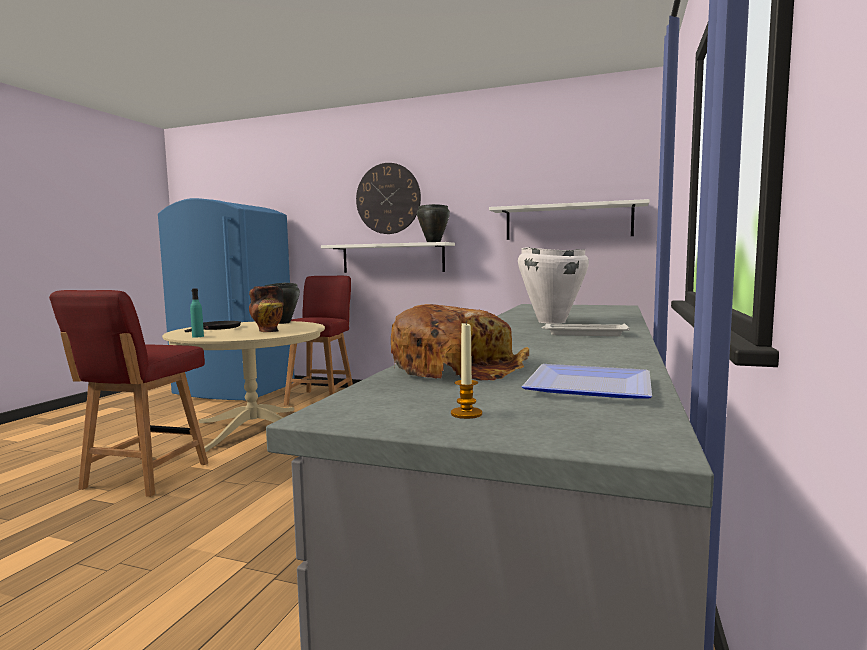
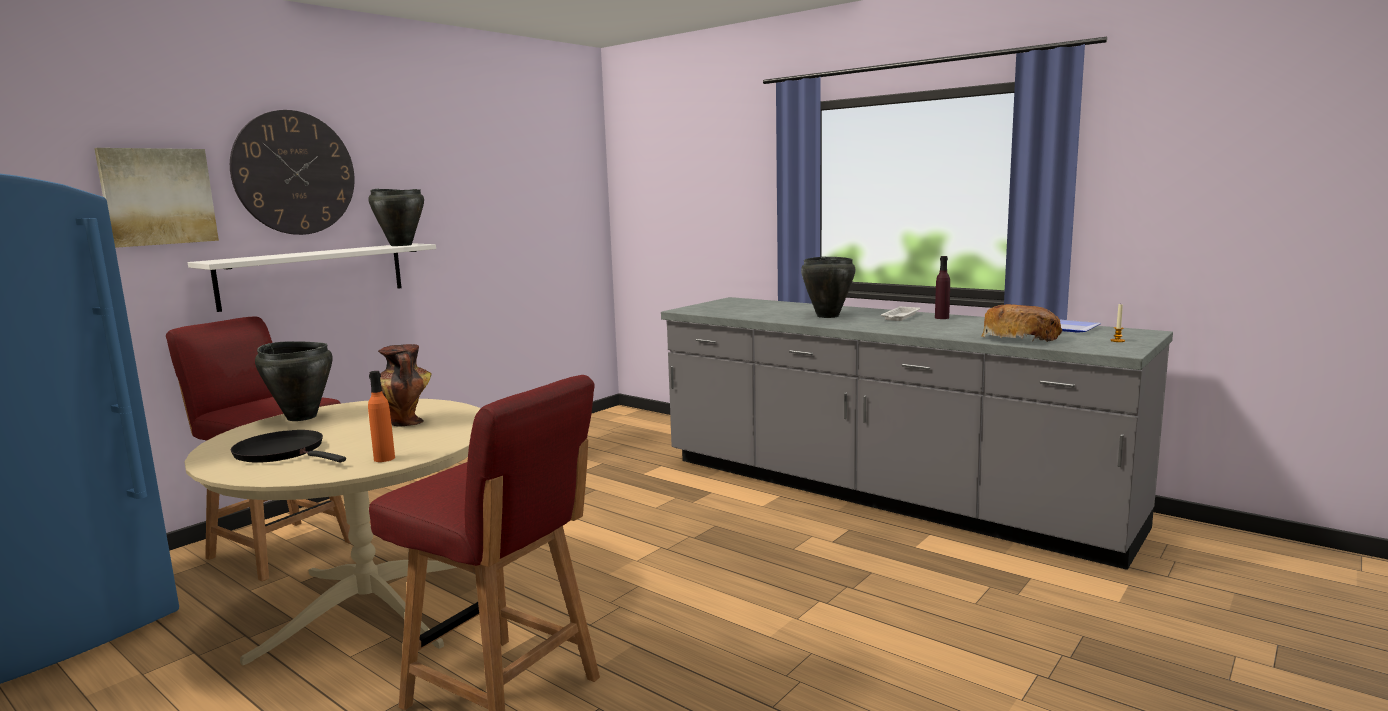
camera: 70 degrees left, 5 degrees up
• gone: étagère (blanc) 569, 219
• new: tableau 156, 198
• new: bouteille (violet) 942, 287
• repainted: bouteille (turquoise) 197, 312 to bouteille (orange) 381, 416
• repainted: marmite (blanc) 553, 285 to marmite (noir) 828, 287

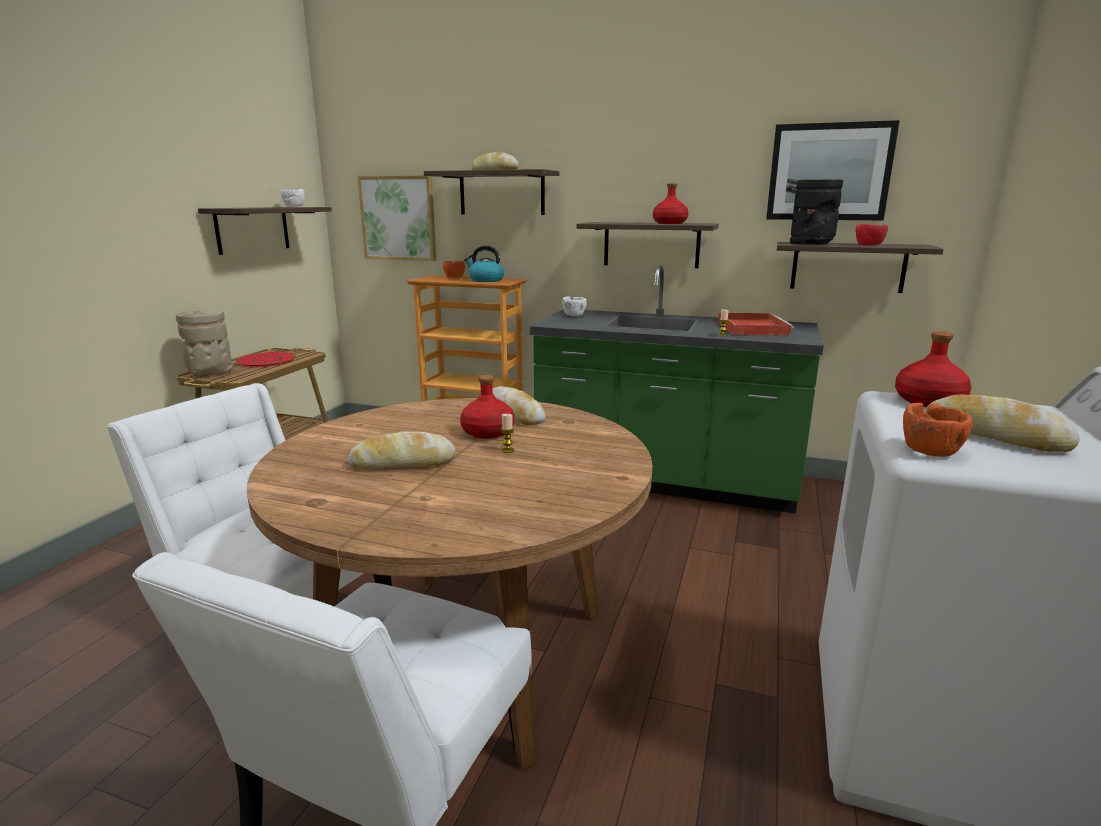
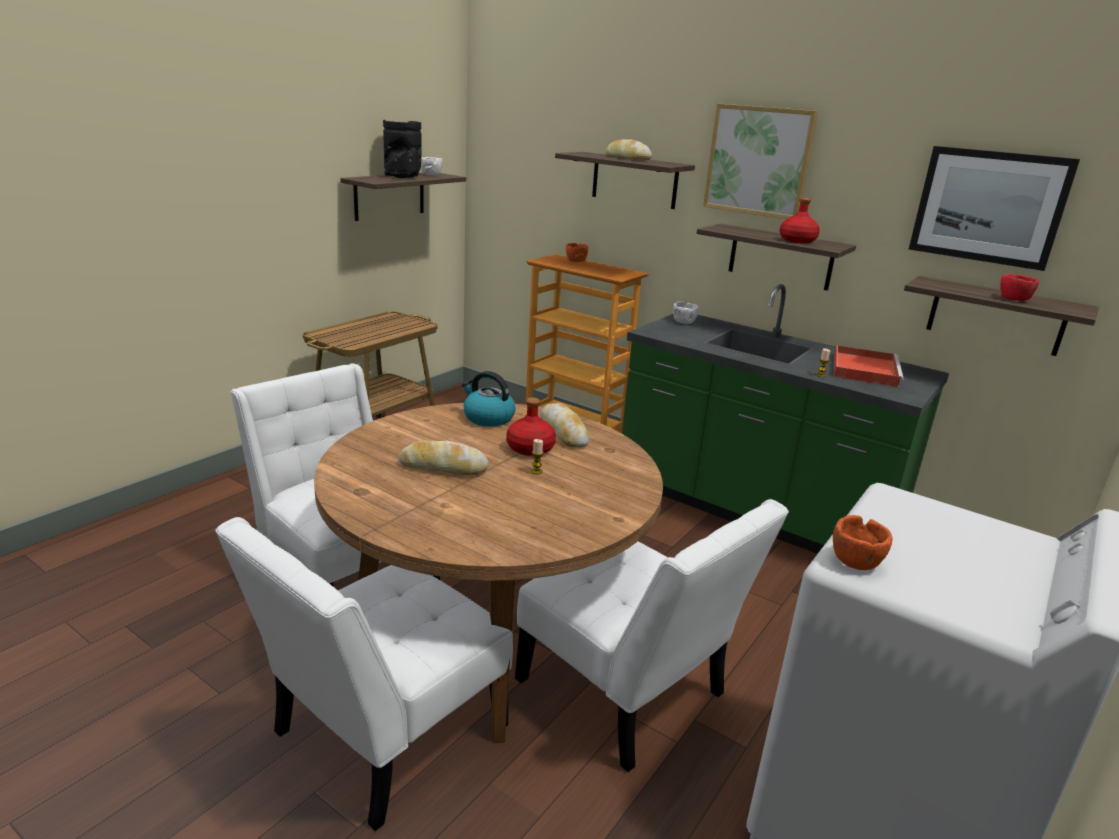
camera: 15 degrees right, 5 degrees up
• gone: vase (beige) 204, 342
• gone: assiette (rouge) 266, 359
• gone: bouteille (rouge) 933, 369
• gone: pain 1002, 423
• new: chaise (blanc) 652, 635
• shifted: tableau 396, 218 to 760, 161
• shifted: bouilloire 484, 264 to 489, 399
• shifted: vase (noir) 816, 212 to 402, 149

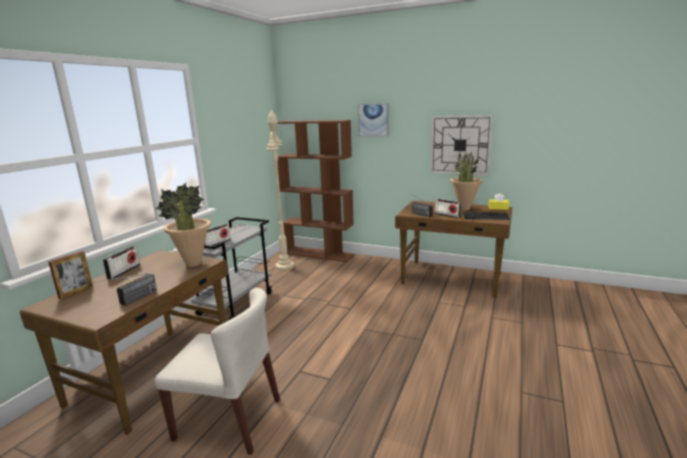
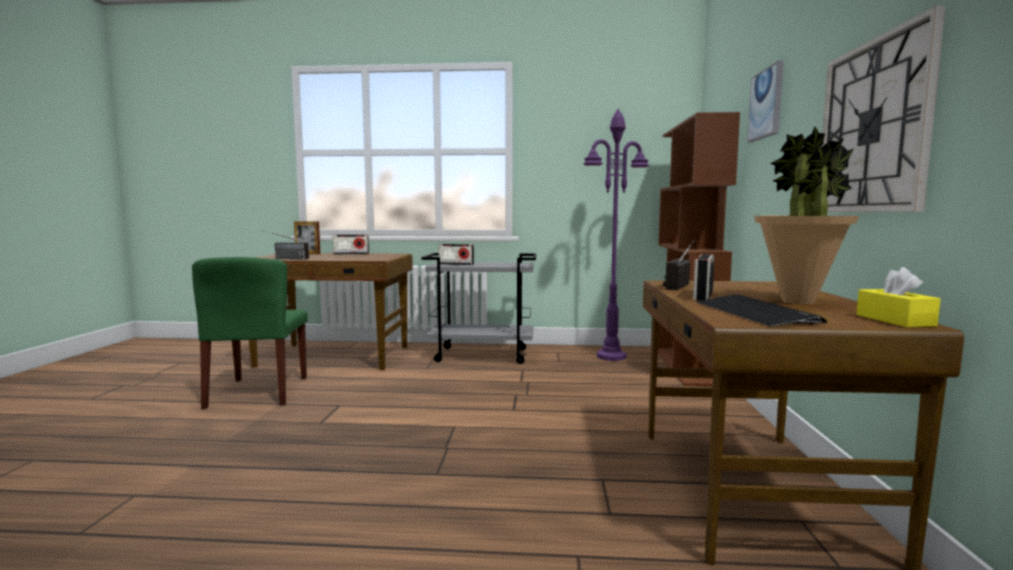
camera: 70 degrees right, 10 degrees down
• gone: plante en pot 183, 225
• repainted: chaise (beige) 217, 371 to chaise (vert) 250, 333
• repainted: lampadaire (beige) 280, 189 to lampadaire (violet) 616, 235

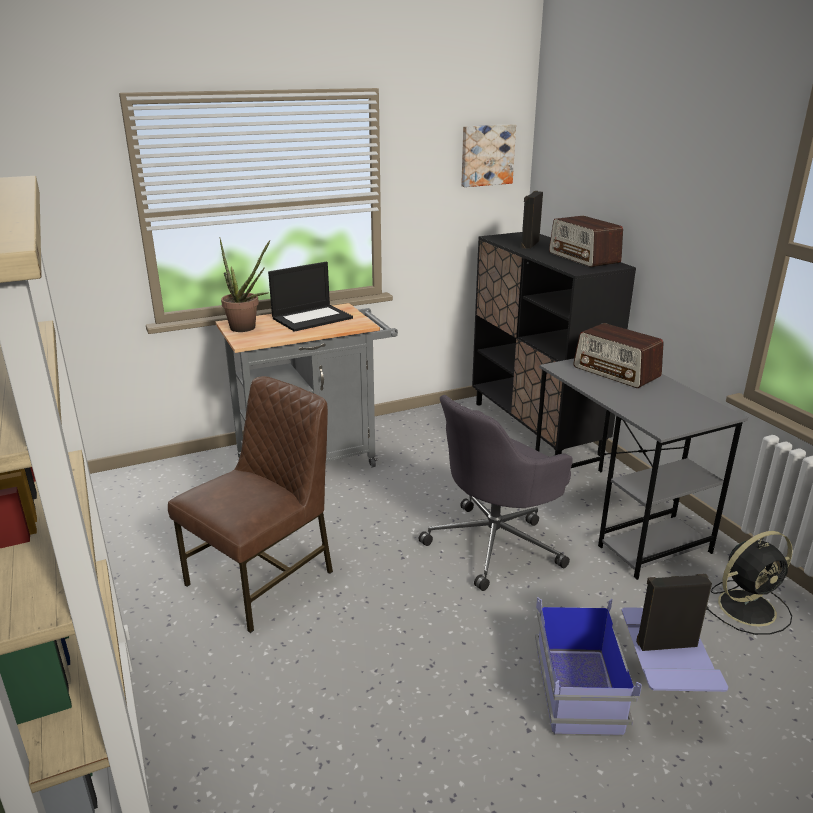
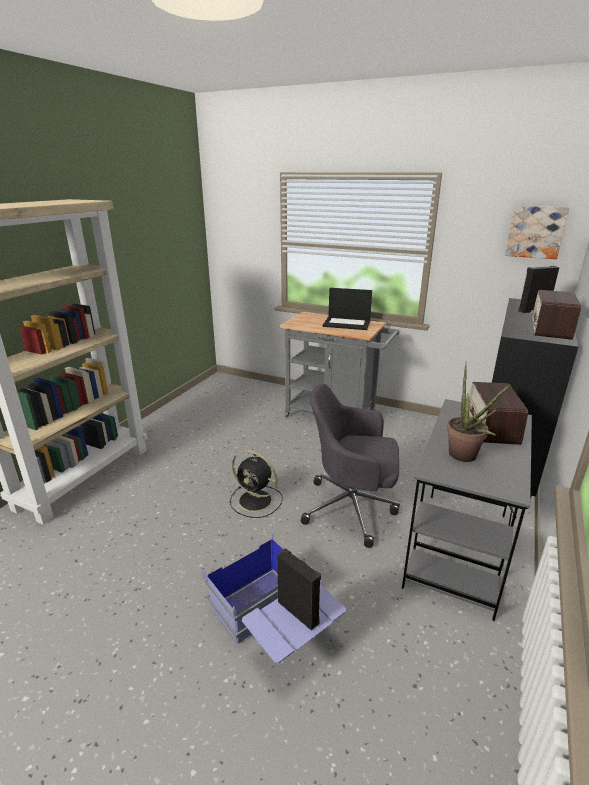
camera: 50 degrees right, 0 degrees up
• gone: chaise (marron) 250, 504
• shifted: plante en pot 244, 284 to 479, 411
• shifted: ventilateur (noir) 749, 583 to 256, 484

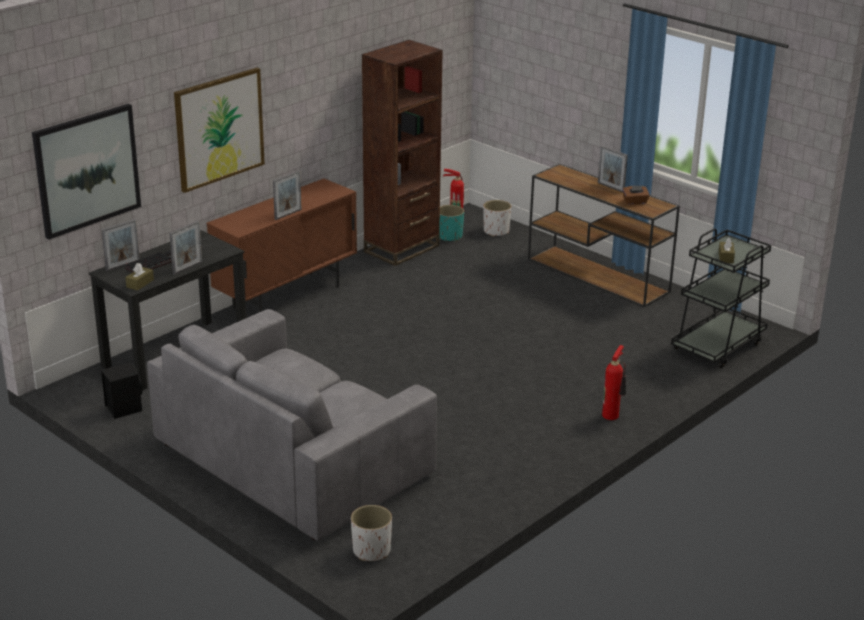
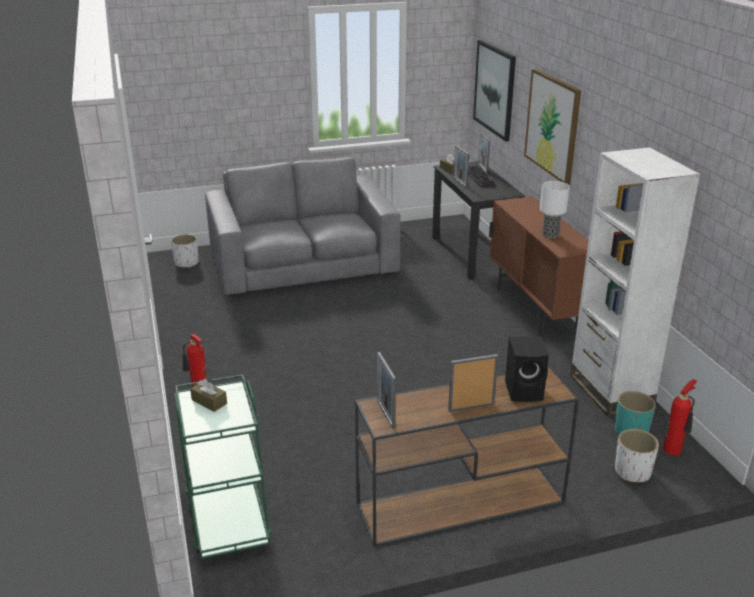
camera: 120 degrees right, 0 degrees up
• gone: boîte à mouchoirs (marron) 636, 195
• new: lampe de table 555, 209
• shifted: enceinte (noir) 121, 390 to 527, 369
• shifted: cadre photo 287, 195 to 386, 390
• repainted: bibliothèque (marron) 402, 153 to bibliothèque (blanc) 635, 282
• repainted: chariot (noir) 721, 298 to chariot (vert) 222, 467

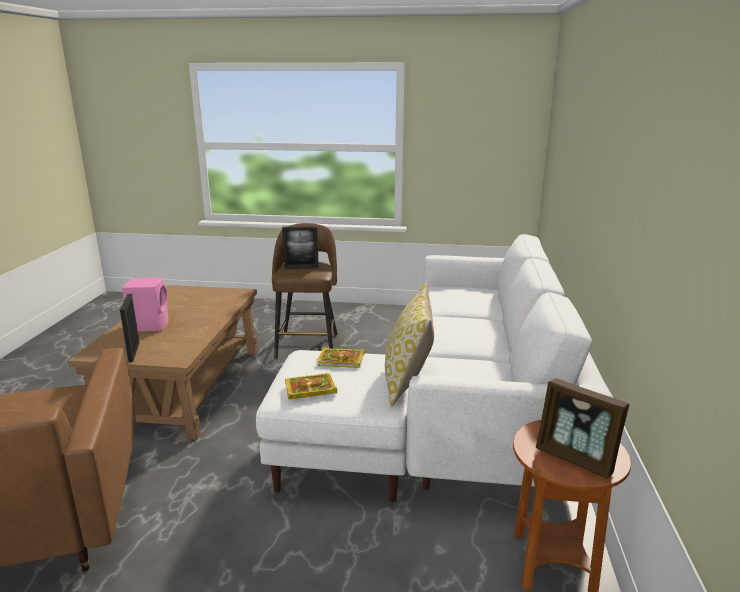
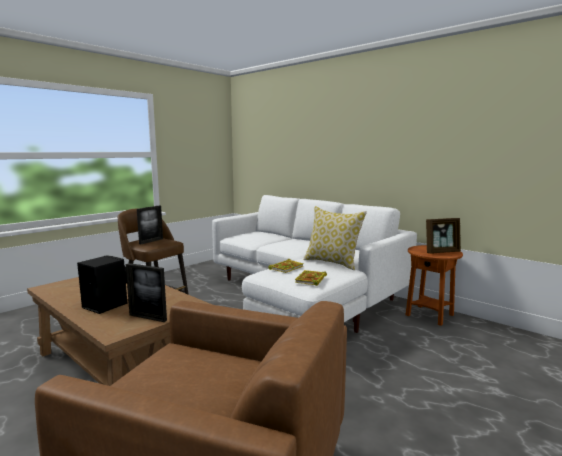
camera: 55 degrees left, 10 degrees down
• repainted: enceinte (rose) 145, 304 to enceinte (noir) 102, 284

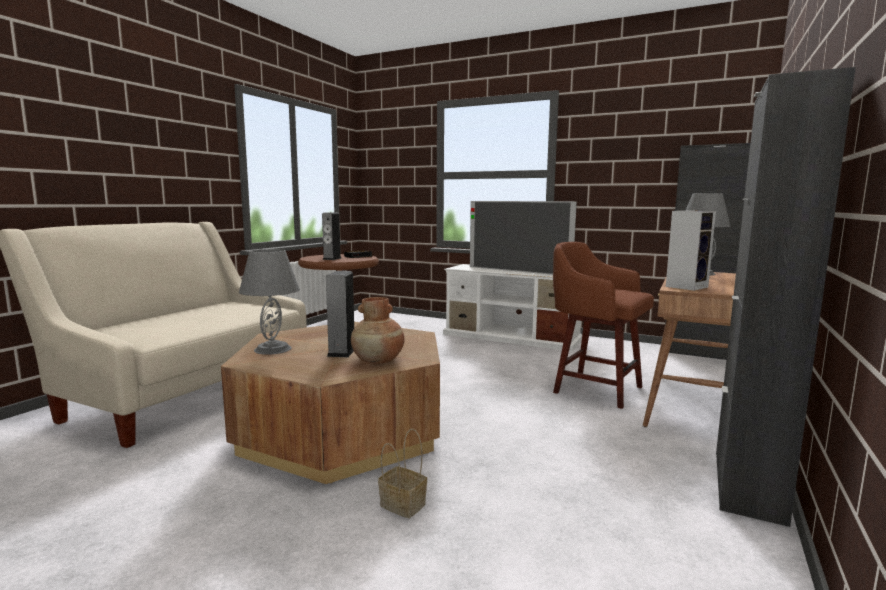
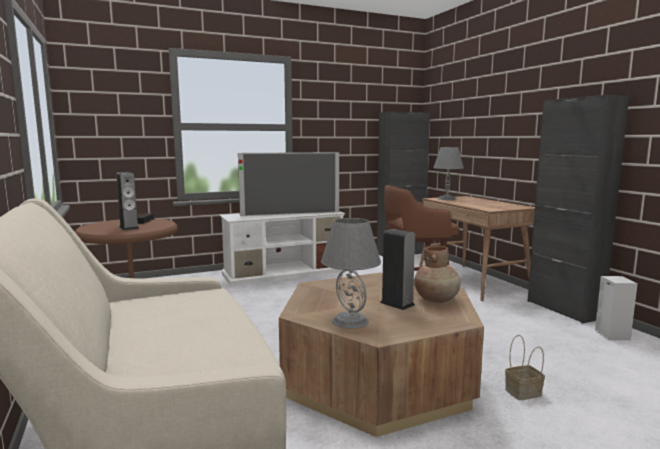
camera: 50 degrees left, 0 degrees up
• shifted: enceinte 691, 251 to 616, 308

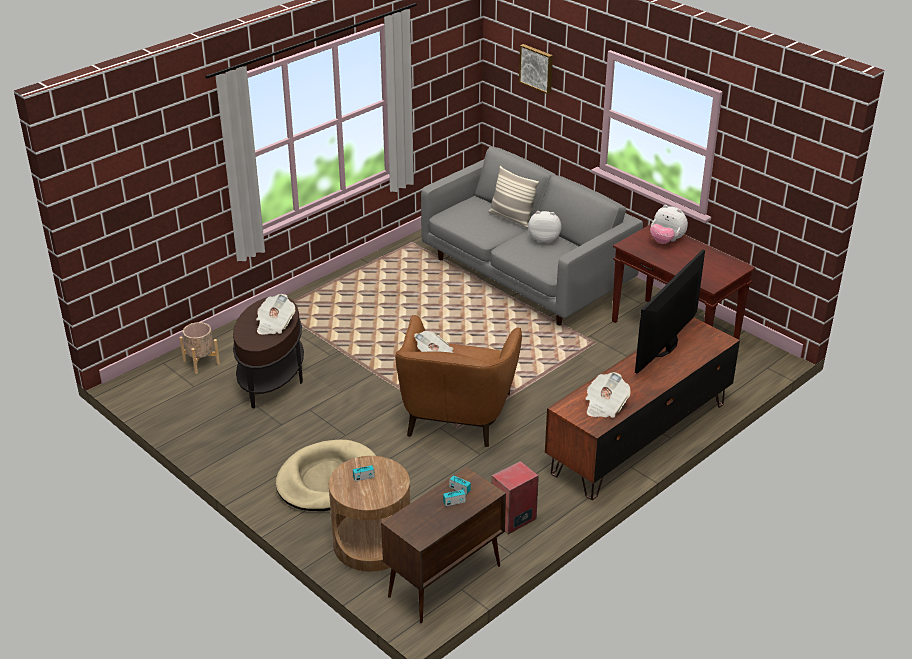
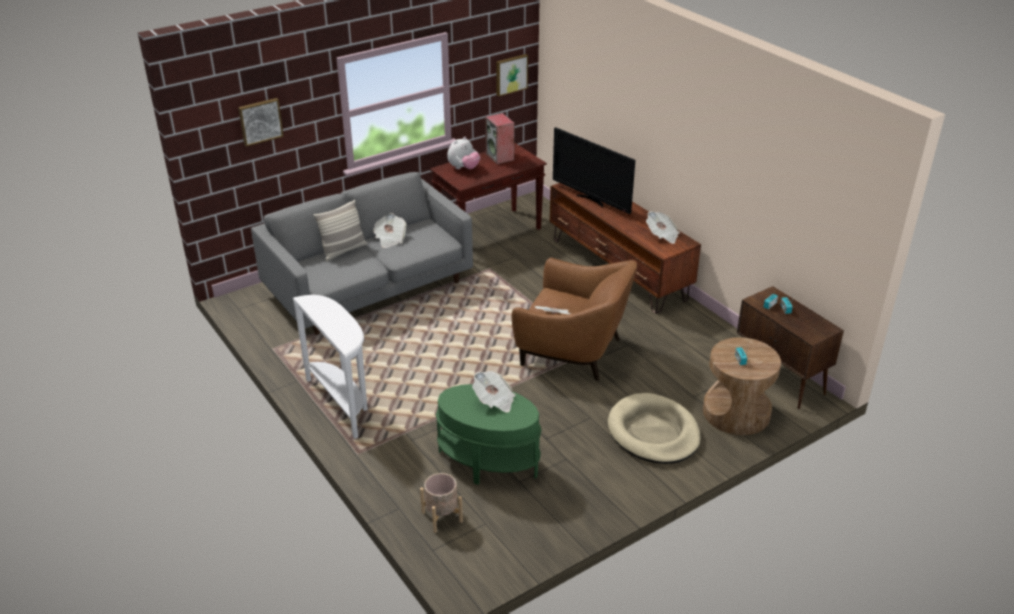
camera: 80 degrees left, 0 degrees up
• new: table console (blanc) 330, 367
• new: tableau 512, 75
• shifted: enceinte 515, 497 to 499, 138
• swapped: peluche 544, 227 to journal 390, 230
• repainted: table d'appoint (marron) 268, 352 to table d'appoint (vert) 488, 434

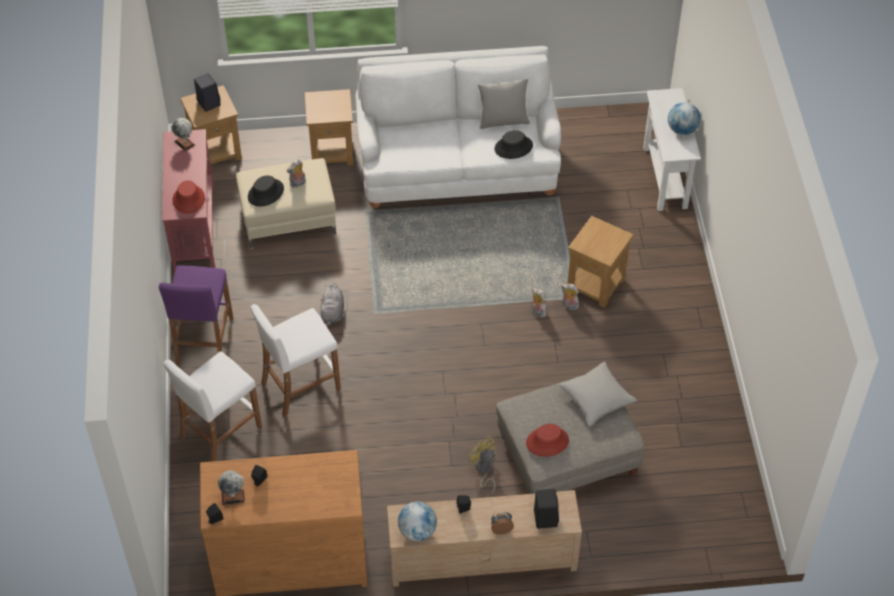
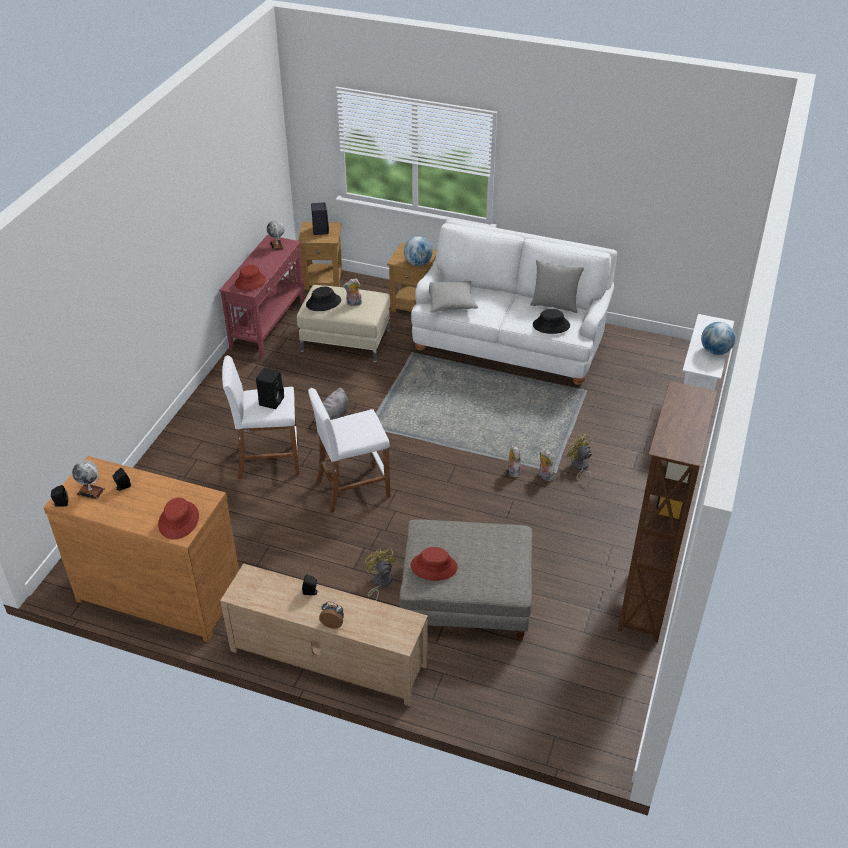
camera: 25 degrees right, 10 degrees down
• gone: tabouret (violet) 196, 315
• new: chapeau (rouge) 178, 518
• new: bibliothèque (marron) 667, 511
• shifted: tabouret (blanc) 212, 406 to 349, 450
• shifted: globe 417, 521 to 418, 251
• shifted: enceinte (noir) 546, 509 to 270, 388
• shifted: coussin (gris) 597, 394 to 453, 297
• swapped: table d'appoint (marron) 601, 262 to ventilateur (jaune) 579, 460

